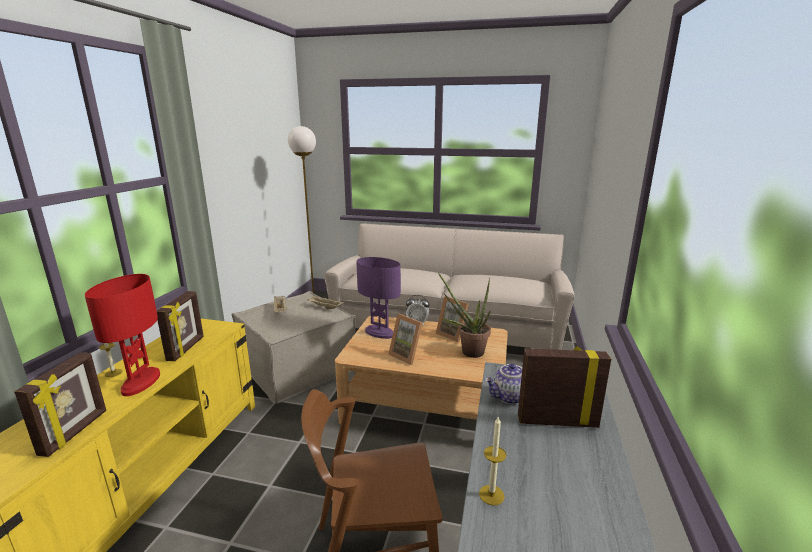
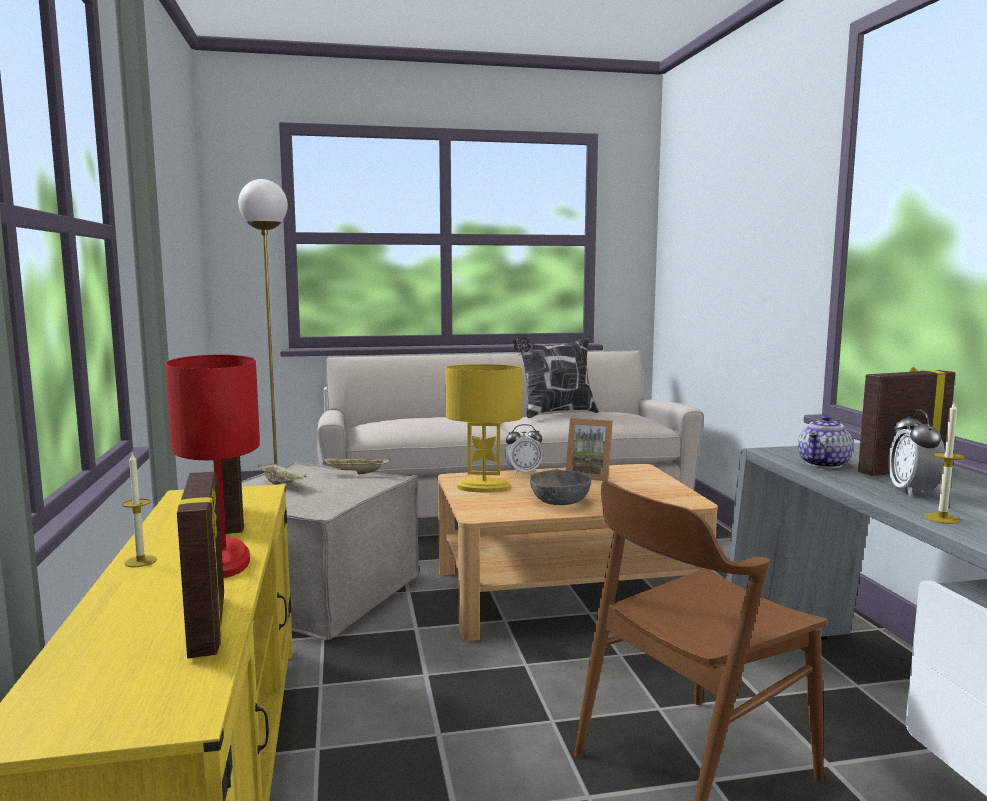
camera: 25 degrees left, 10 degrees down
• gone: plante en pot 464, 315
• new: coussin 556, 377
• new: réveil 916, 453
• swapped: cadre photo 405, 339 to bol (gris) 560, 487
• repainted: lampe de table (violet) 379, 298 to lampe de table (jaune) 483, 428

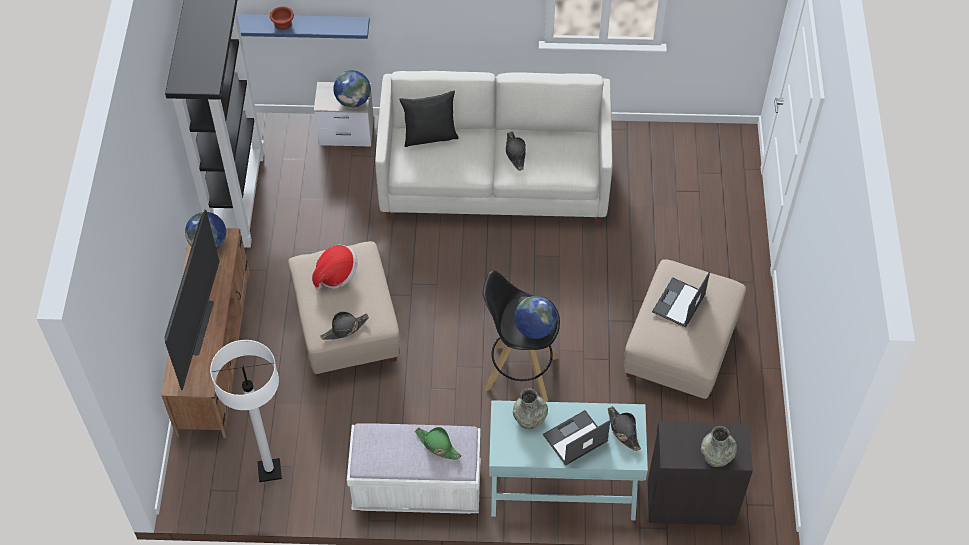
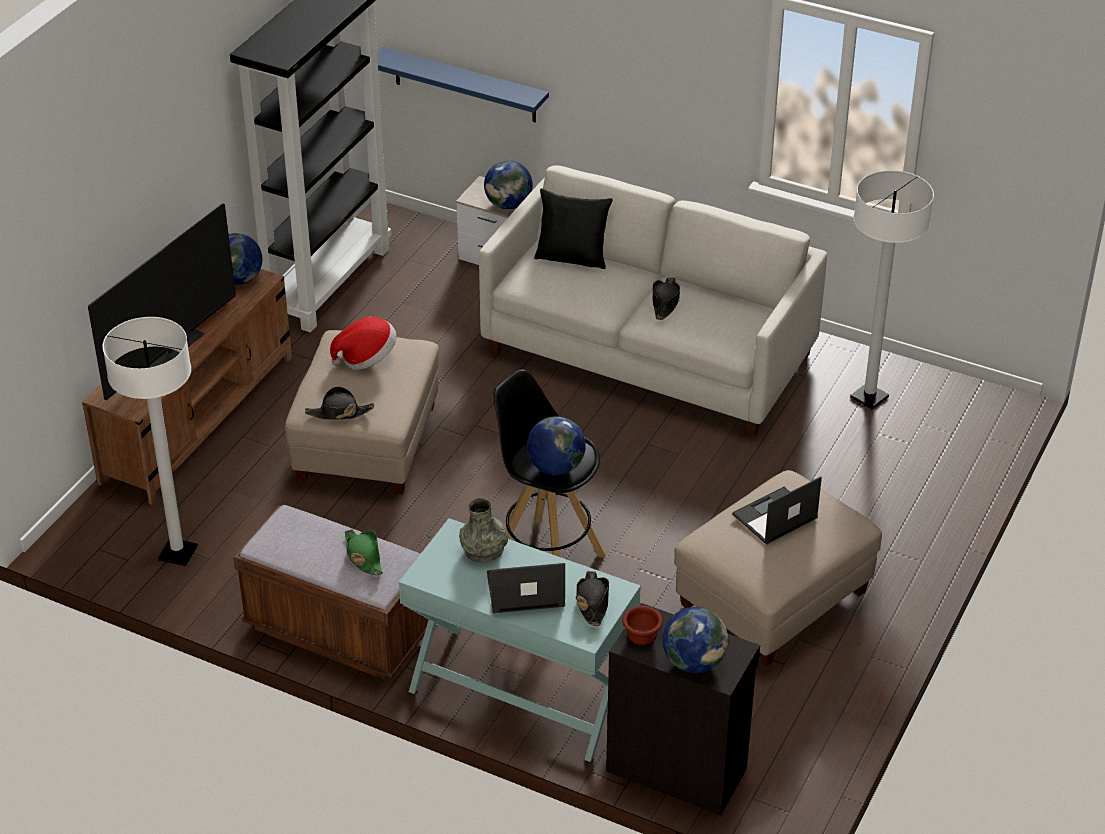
camera: 25 degrees right, 15 degrees down
• new: lampadaire (blanc) 892, 289
• shifted: bol (marron) 282, 18 to 642, 625
• swapped: vase (gris) 719, 446 to globe 695, 640
• repainted: banc (blanc) 414, 468 to banc (marron) 330, 592

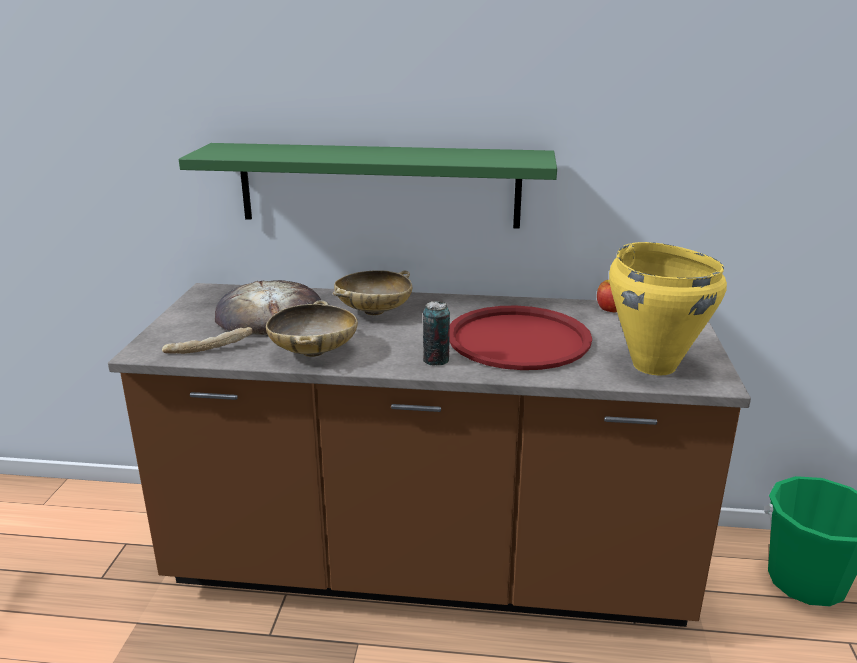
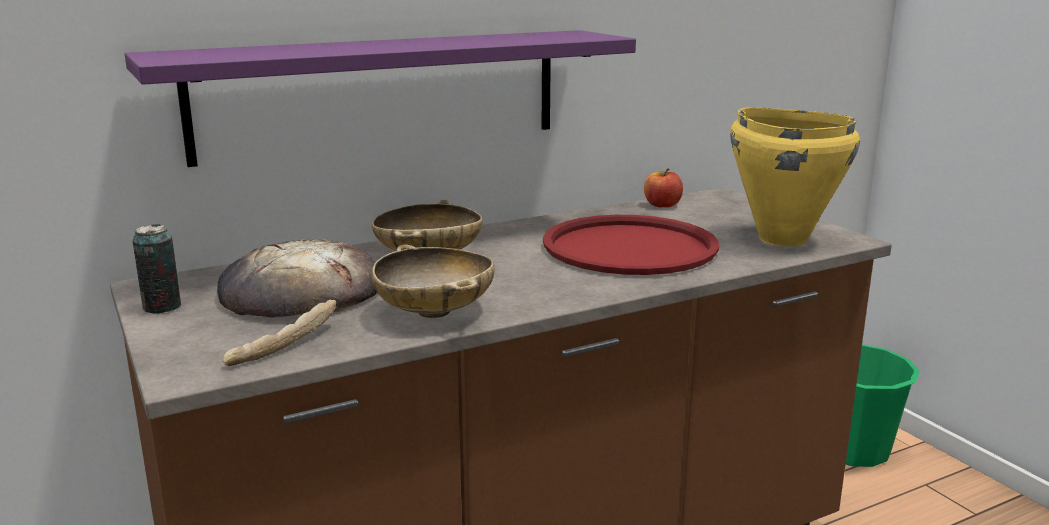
camera: 35 degrees left, 5 degrees down
• shifted: boîte métallique 436, 333 to 156, 269
• repainted: étagère (vert) 368, 186 to étagère (violet) 380, 98

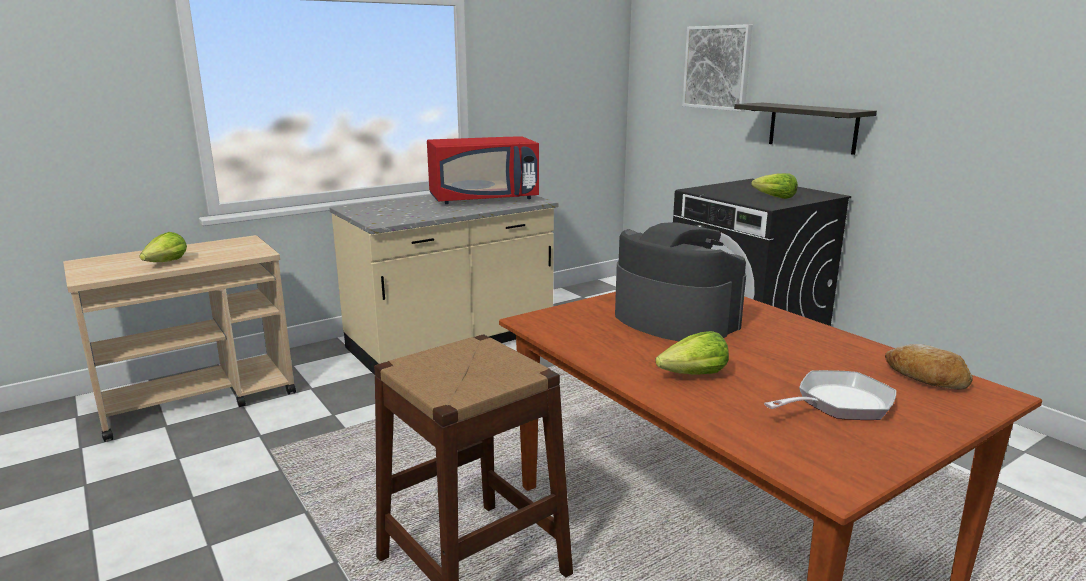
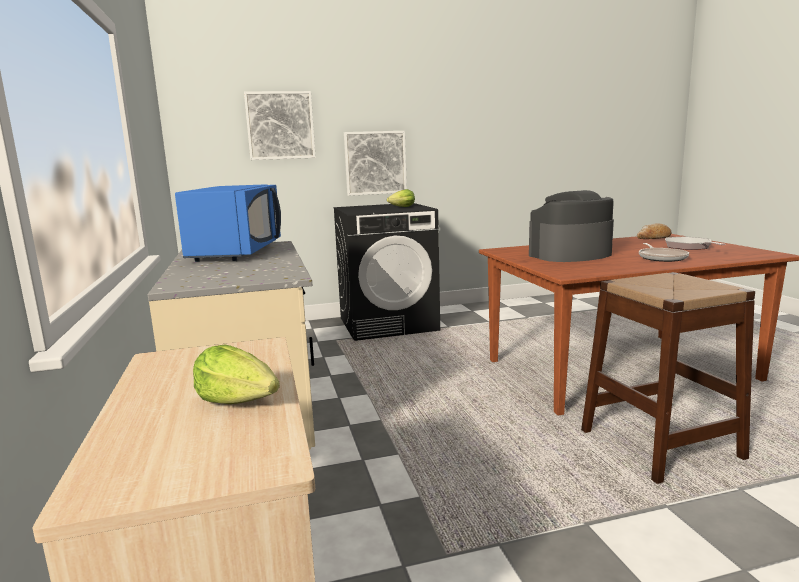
camera: 70 degrees left, 5 degrees down
• swapped: laitue 692, 353 to poêle 664, 252
• swapped: étagère 805, 129 to tableau 375, 163
• repainted: micro-ondes (rouge) 483, 170 to micro-ondes (bleu) 228, 223

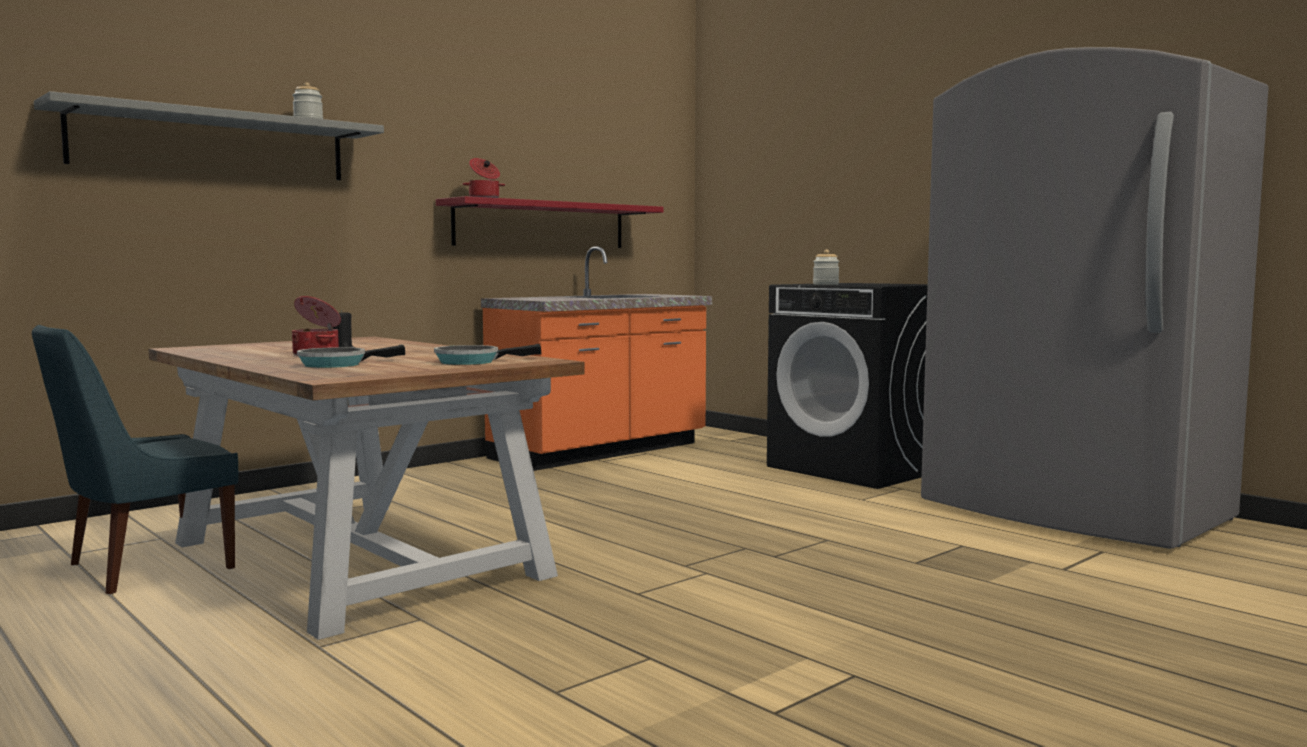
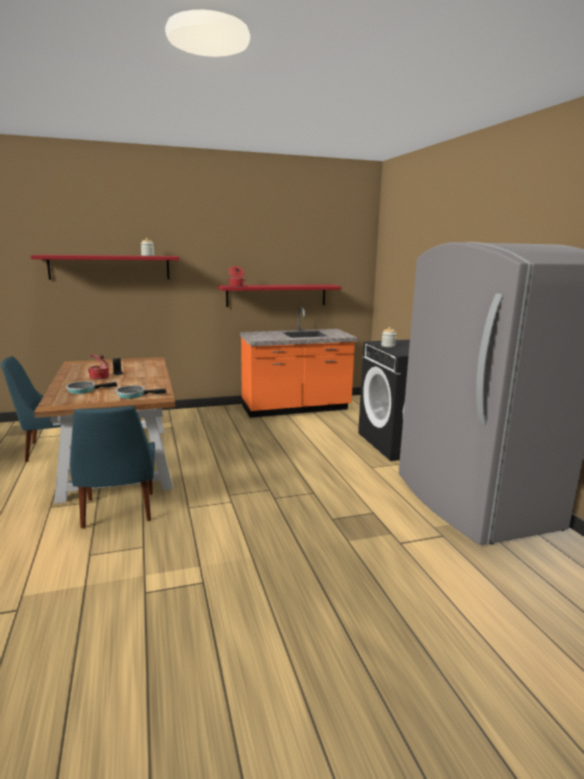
camera: 25 degrees right, 10 degrees up
• new: chaise (bleu) 112, 467
• repainted: étagère (gris) 209, 135 to étagère (rouge) 105, 267

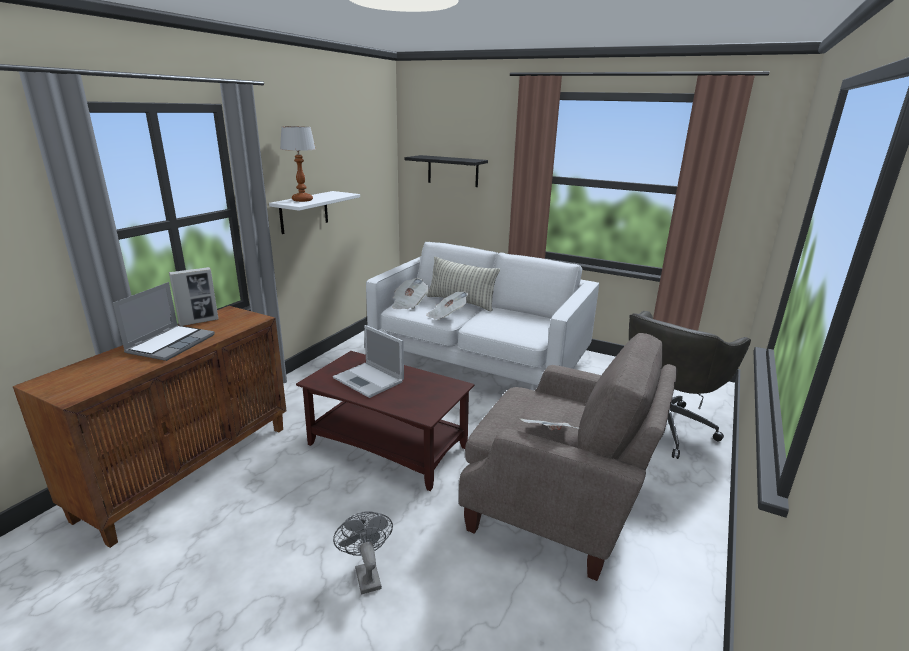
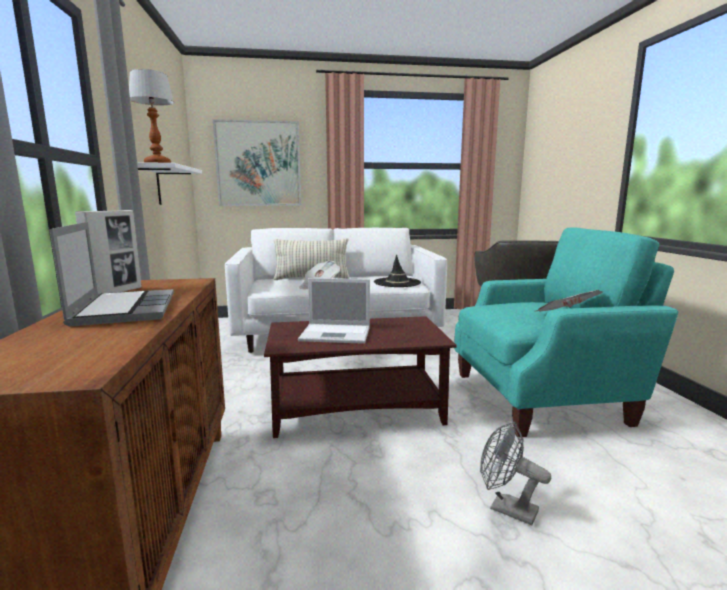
camera: 35 degrees left, 10 degrees down
• gone: journal 410, 293
• new: chapeau (noir) 397, 270
• swapped: étagère (noir) 446, 171 to tableau 257, 162
• repainted: fauteuil (beige) 568, 457 to fauteuil (turquoise) 566, 332

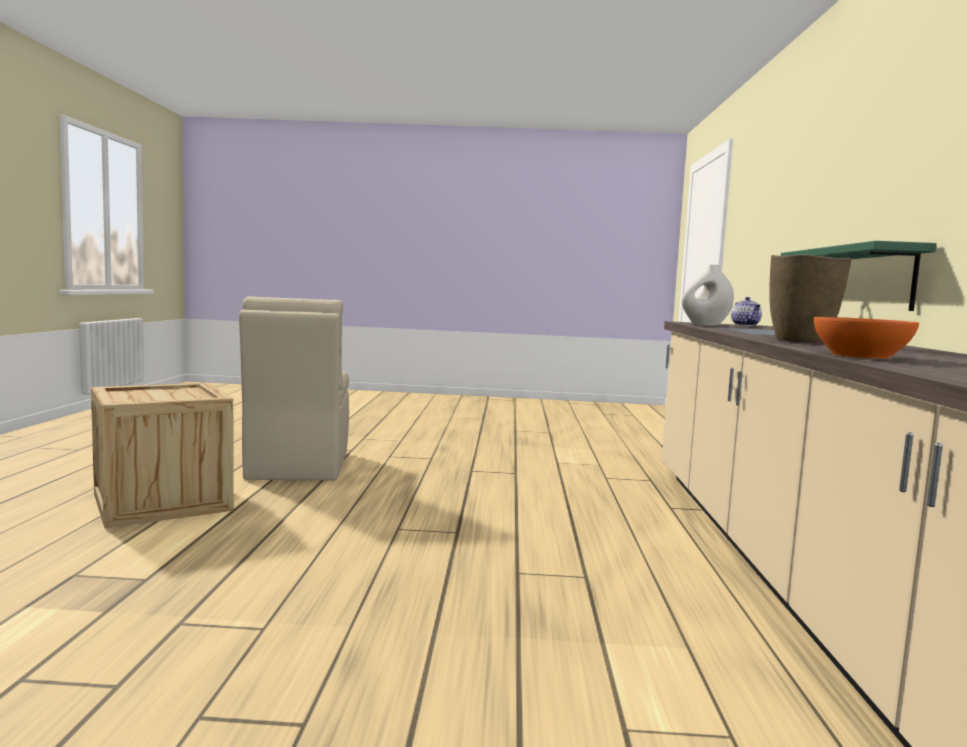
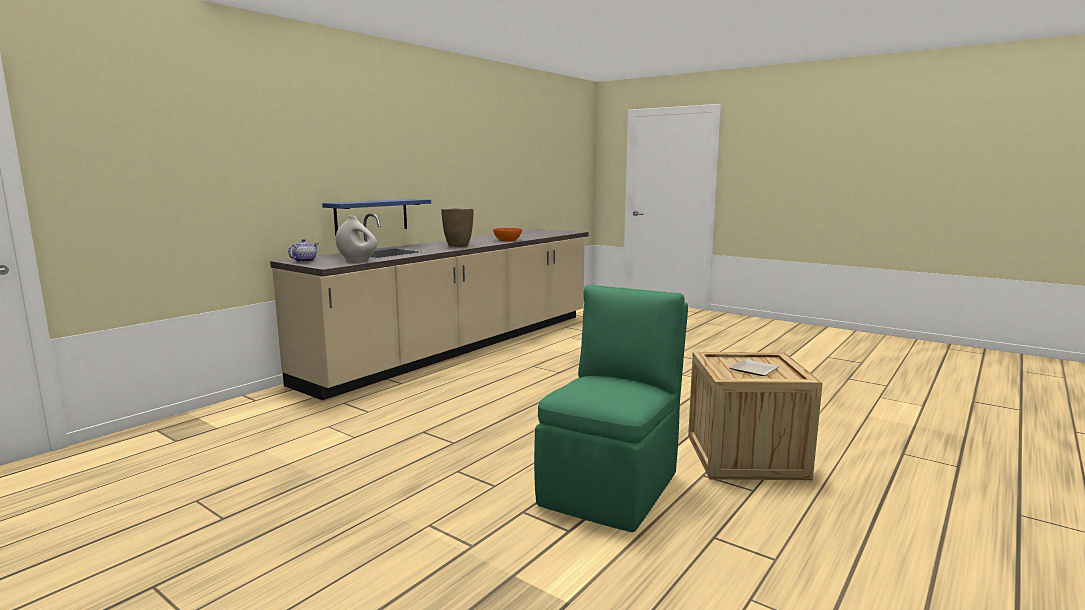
camera: 145 degrees left, 5 degrees up
• new: assiette 754, 367
• repainted: chaise (beige) 294, 388 to chaise (vert) 611, 408
• repainted: étagère (vert) 859, 276 to étagère (bleu) 376, 217

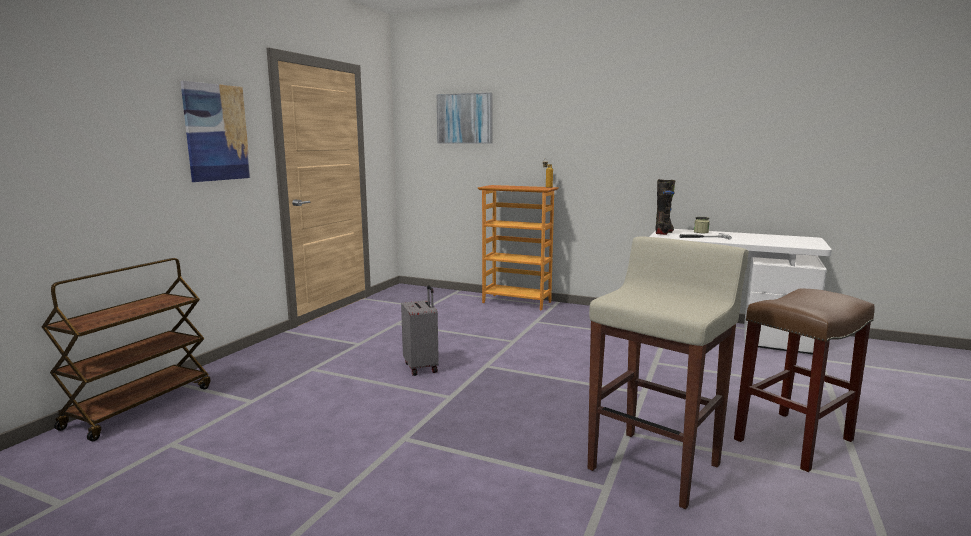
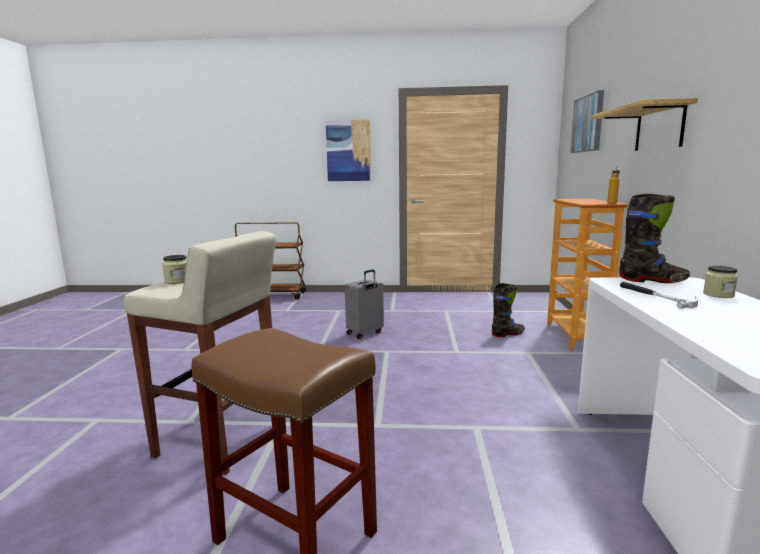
camera: 70 degrees right, 0 degrees up
• new: bocal 174, 269
• new: botte (noir) 508, 310
• new: étagère 644, 124

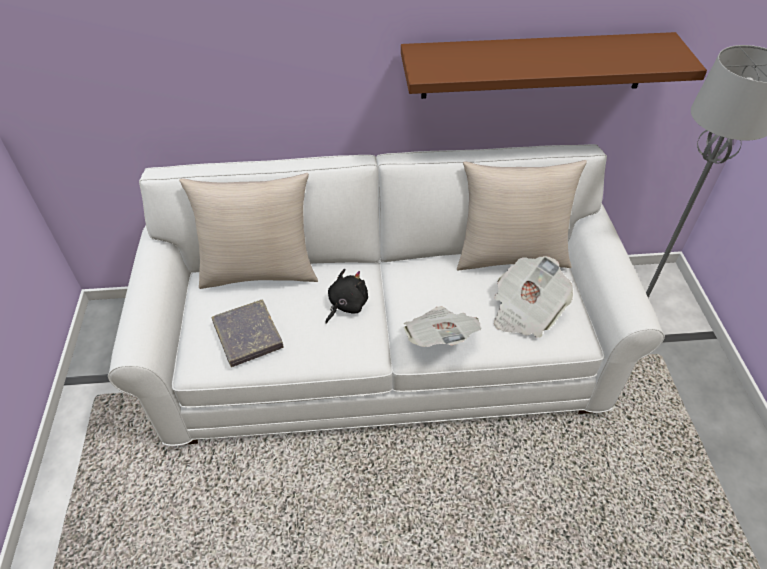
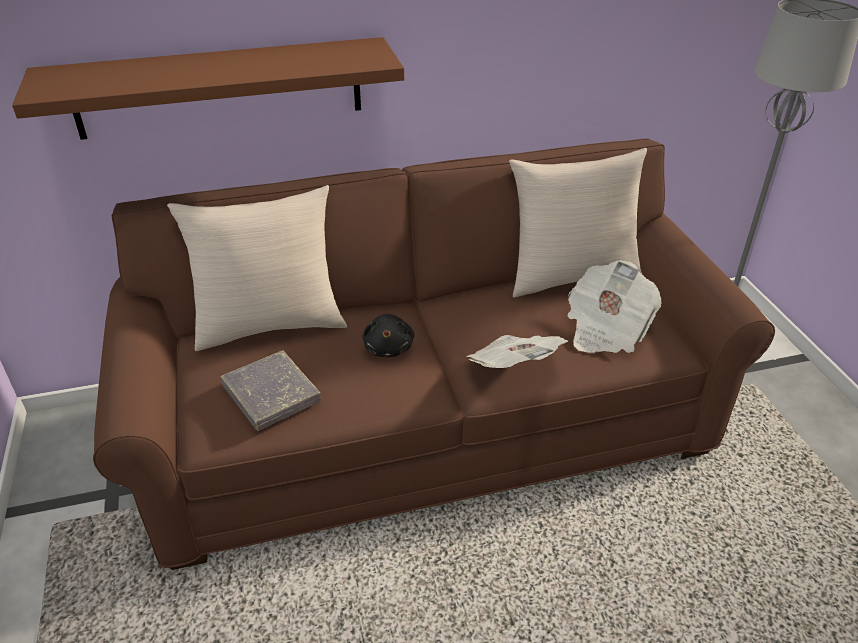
camera: 10 degrees left, 10 degrees down
• shifted: étagère (marron) 554, 65 to 208, 88
• repainted: canapé (blanc) 386, 295 to canapé (marron) 434, 354
• rotated: peluche (noir) 346, 296 = 388, 335 150 degrees clockwise

